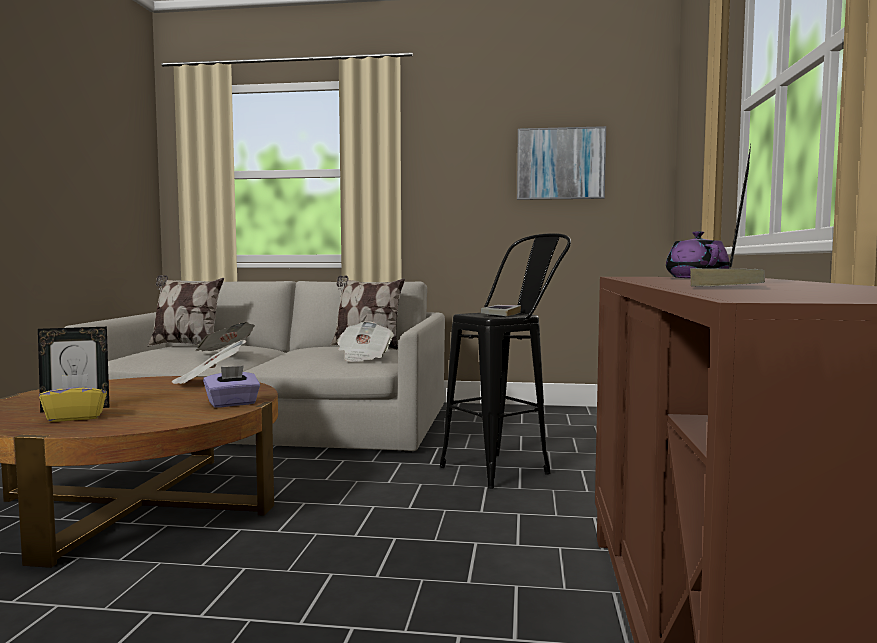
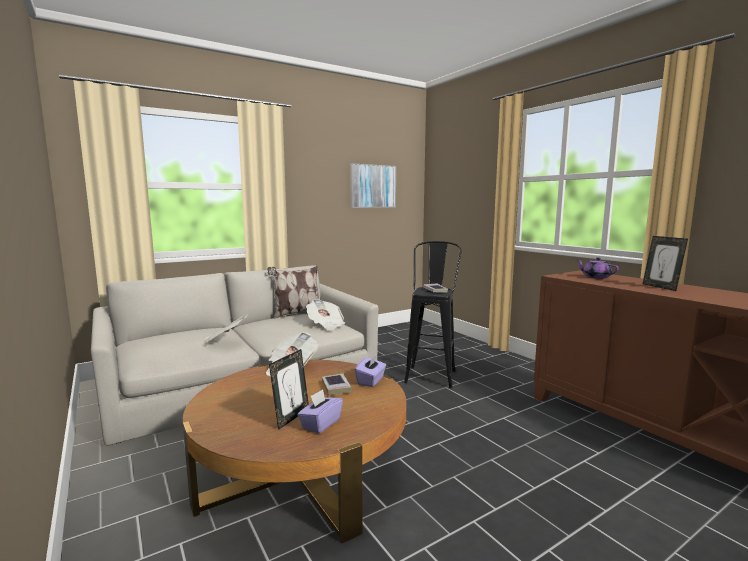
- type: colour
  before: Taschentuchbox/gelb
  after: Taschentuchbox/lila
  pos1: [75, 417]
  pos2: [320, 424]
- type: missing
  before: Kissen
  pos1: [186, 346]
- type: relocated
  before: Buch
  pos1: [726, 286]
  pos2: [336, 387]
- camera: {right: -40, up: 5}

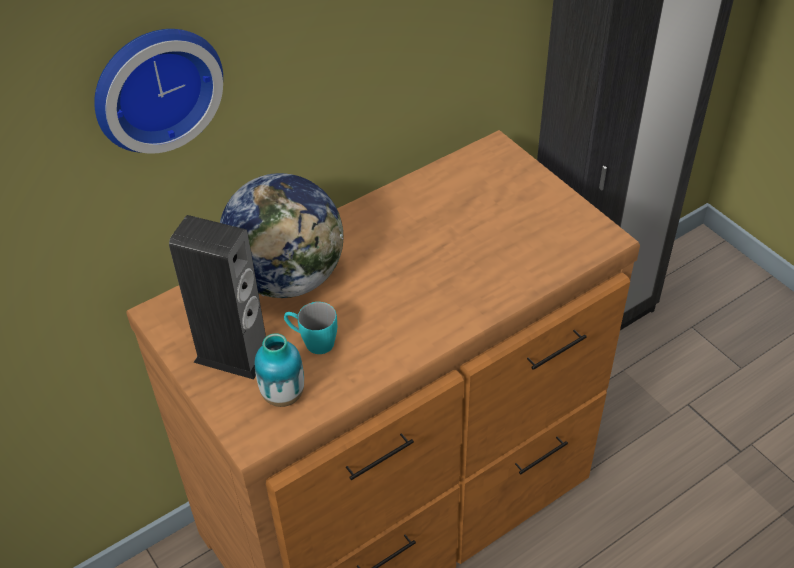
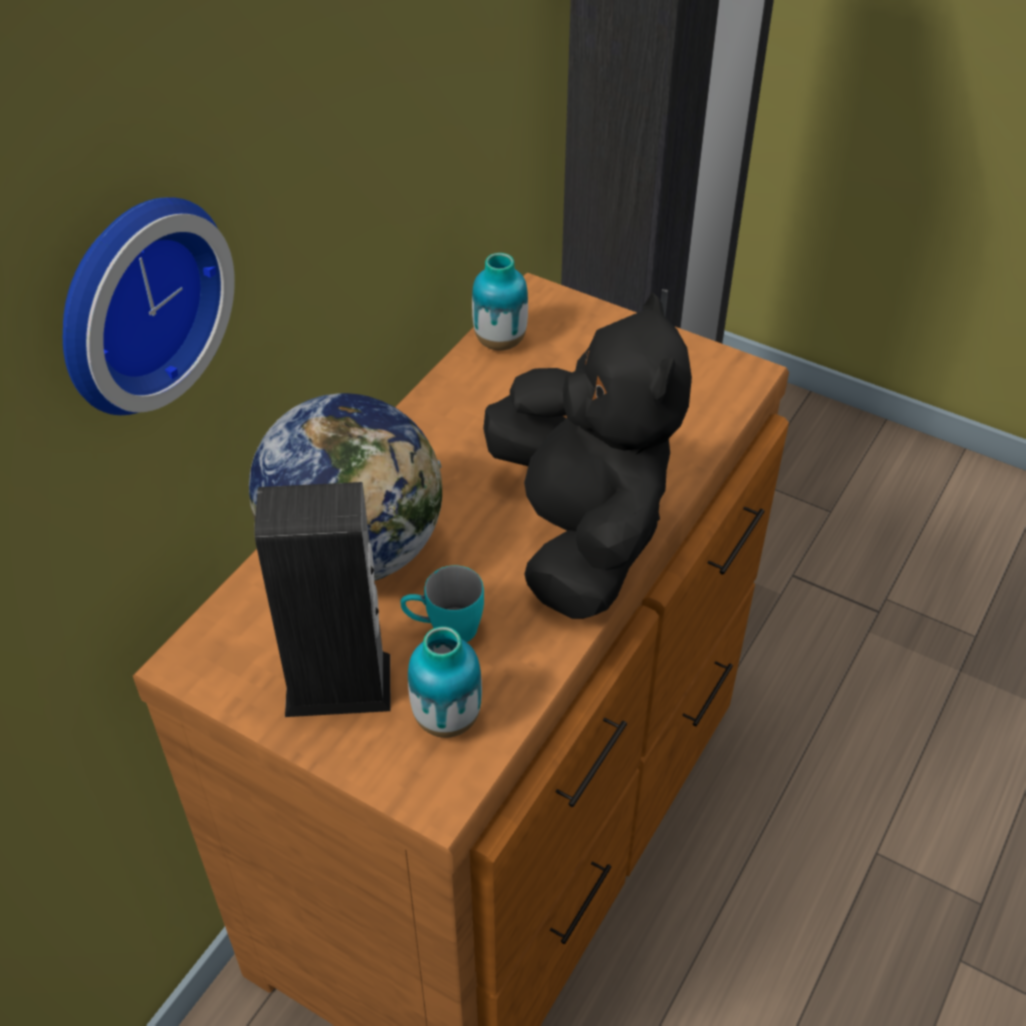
- type: appeared
  after: Vase
  pos2: [500, 341]
- type: appeared
  after: Plüschtier/schwarz
  pos2: [581, 534]
- camera: {right: -25, up: 0}

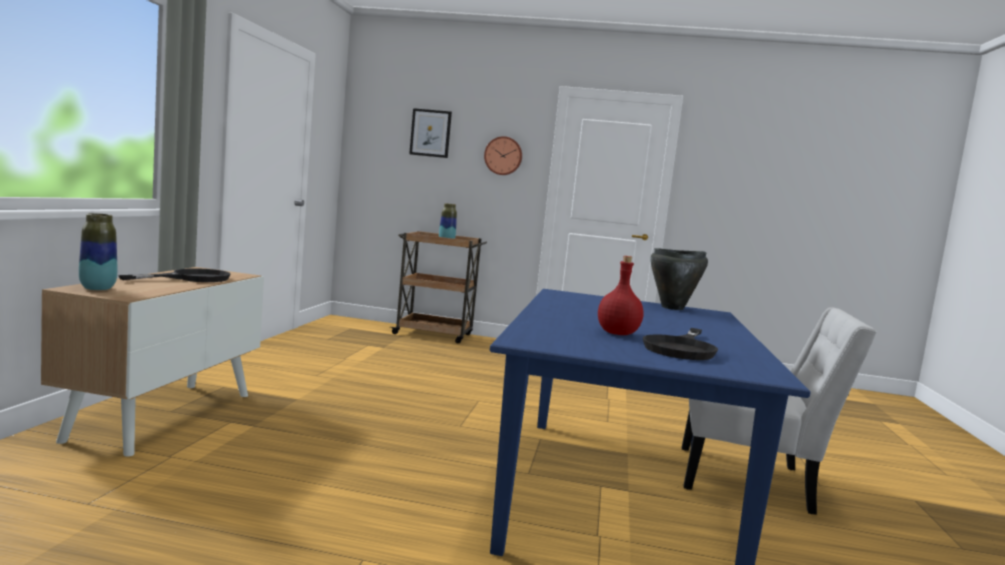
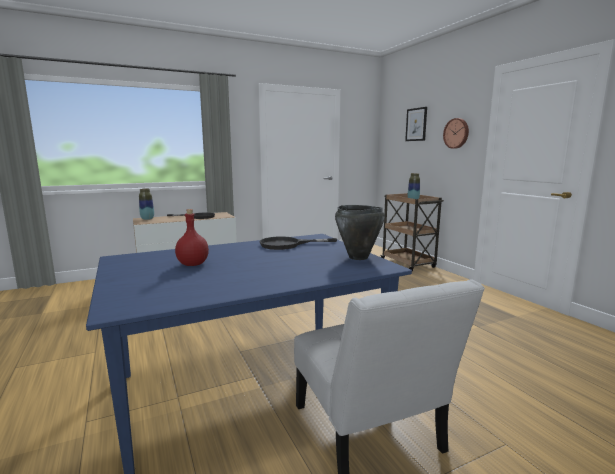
- type: relocated
  before: Pfanne/schwarz
  pos1: [681, 348]
  pos2: [287, 244]
- camera: {right: 55, up: 5}

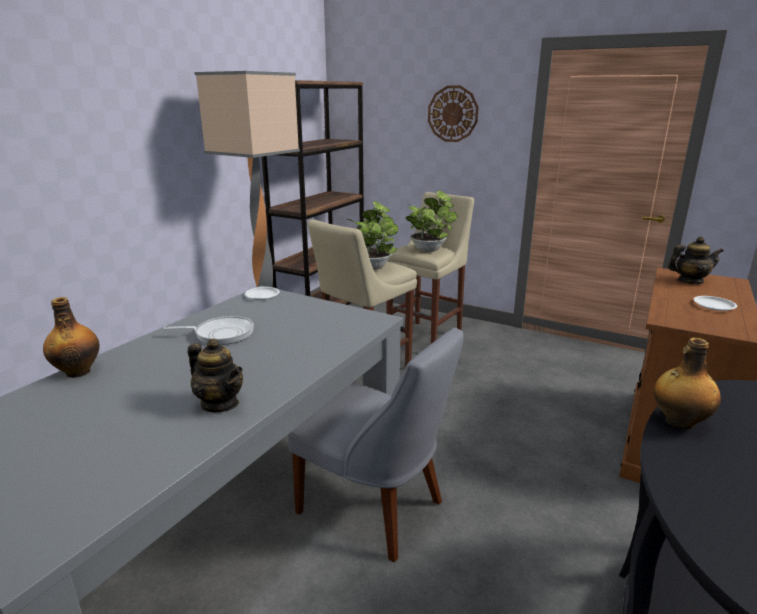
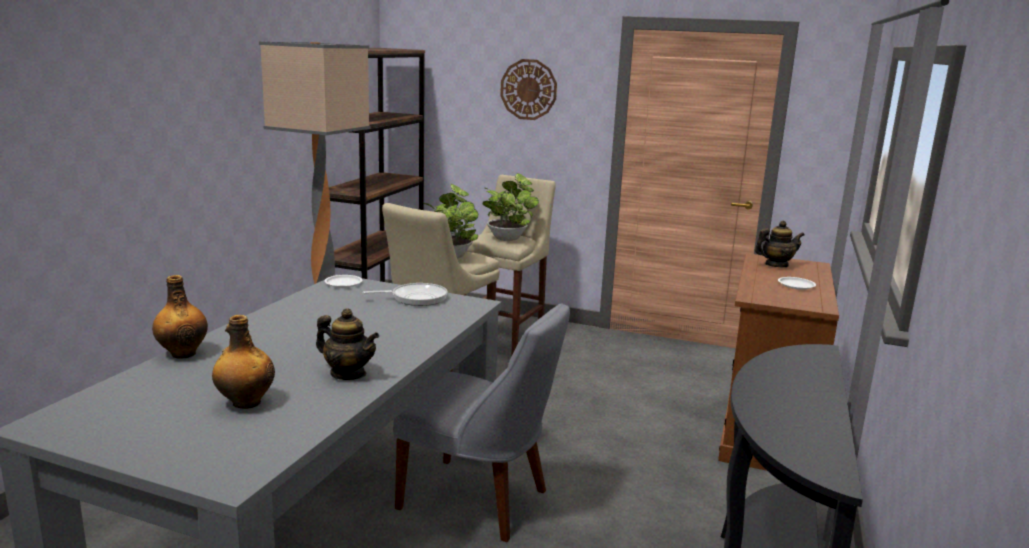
- type: relocated
  before: Pfanne
  pos1: [221, 334]
  pos2: [415, 298]
- type: relocated
  before: Flasche
  pos1: [678, 422]
  pos2: [245, 403]
- camera: {right: -10, up: -5}

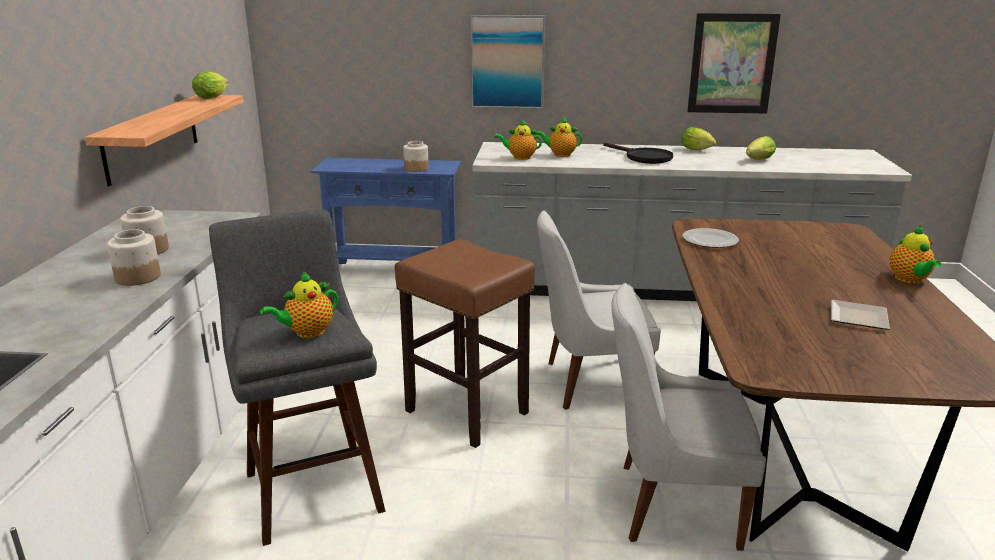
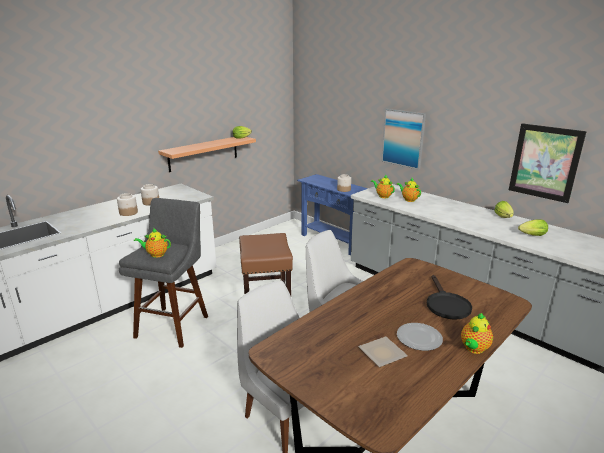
- type: relocated
  before: Pfanne/schwarz
  pos1: [643, 157]
  pos2: [446, 304]
- type: relocated
  before: Teller
  pos1: [710, 241]
  pos2: [418, 338]
- camera: {right: 40, up: 0}

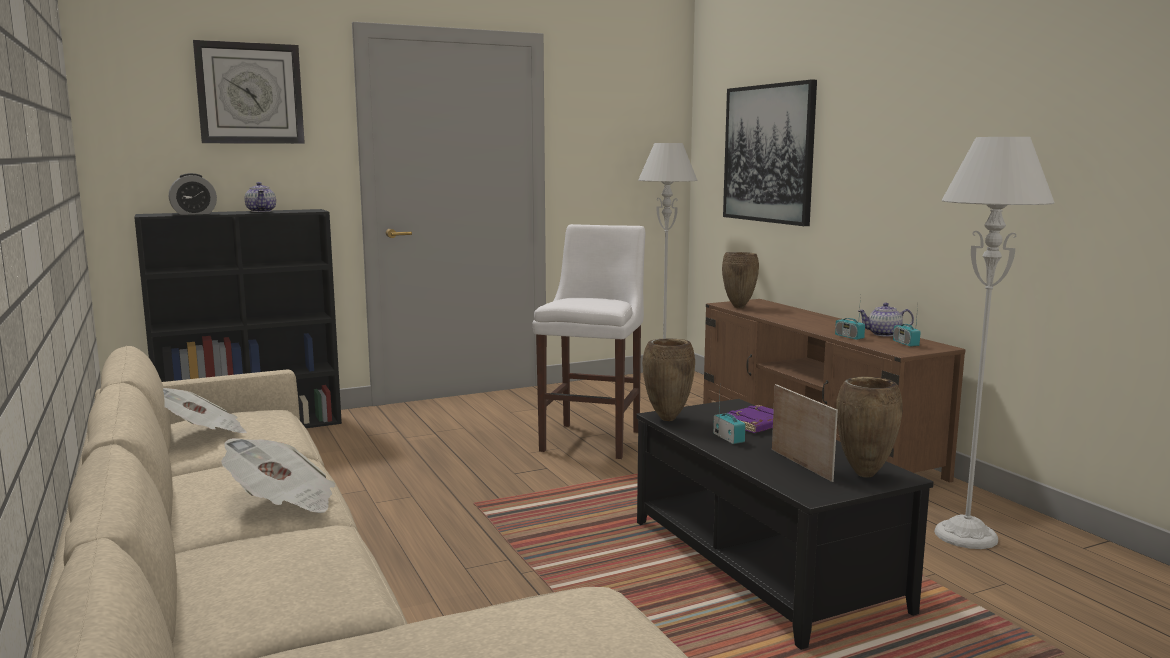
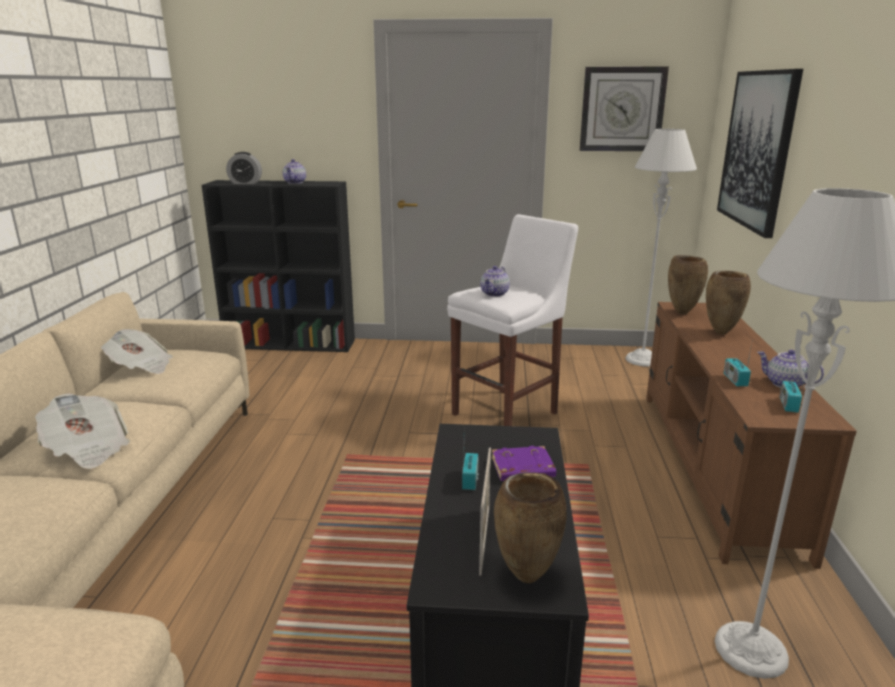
- type: relocated
  before: Wanduhr
  pos1: [250, 93]
  pos2: [622, 109]
- type: relocated
  before: Vase/braun
  pos1: [667, 419]
  pos2: [720, 332]
- type: appeared
  after: Teekanne
  pos2: [495, 294]
- camera: {right: 30, up: 10}

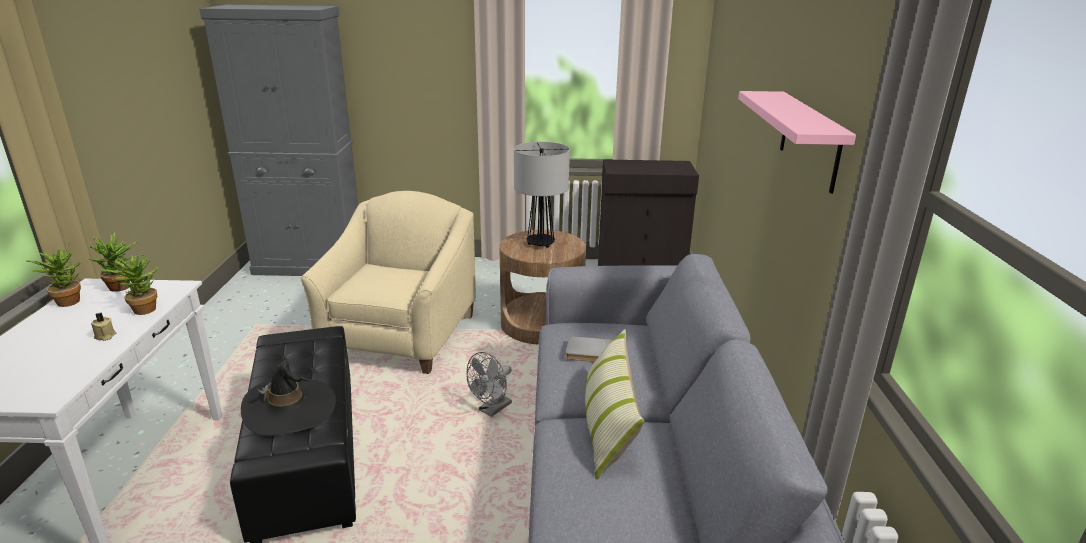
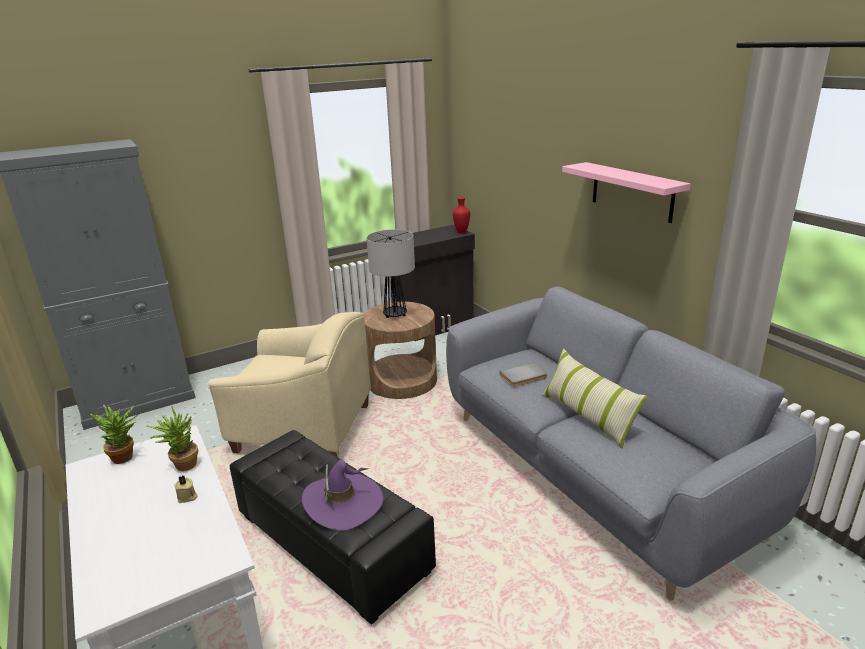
- type: missing
  before: Topfpflanze
  pos1: [67, 301]
- type: colour
  before: Hut/schwarz
  after: Hut/lila
  pos1: [290, 409]
  pos2: [343, 502]
- type: spun
  before: Sessel/beige
  pos1: [401, 337]
  pos2: [303, 430]
  turn: 120
- type: missing
  before: Ventilator/grau
  pos1: [491, 410]
- type: appeared
  after: Vase/rot
  pos2: [461, 232]
- camera: {right: -30, up: 0}

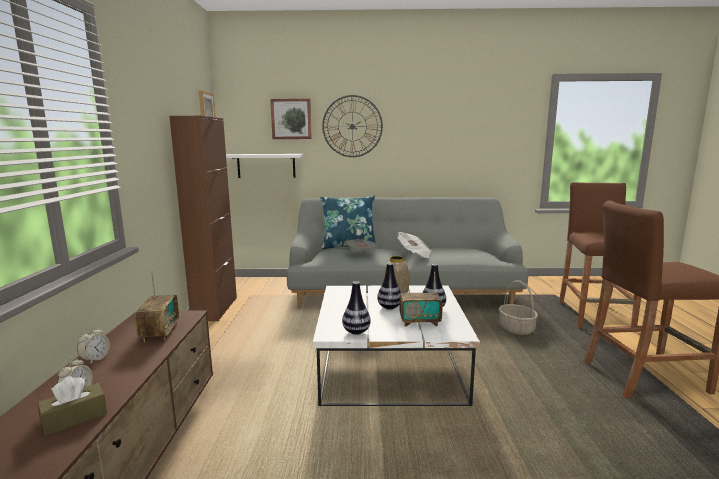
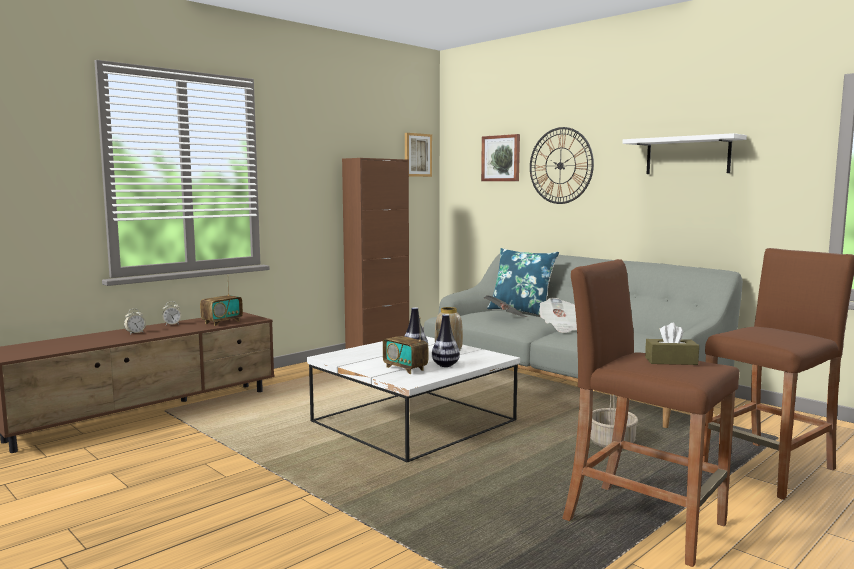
- type: relocated
  before: Taschentuchbox/braun
  pos1: [74, 418]
  pos2: [671, 361]
- type: relocated
  before: Wandregal/weiß
  pos1: [266, 165]
  pos2: [687, 155]
- type: missing
  before: Vase
  pos1: [356, 332]
- camera: {right: 45, up: -5}

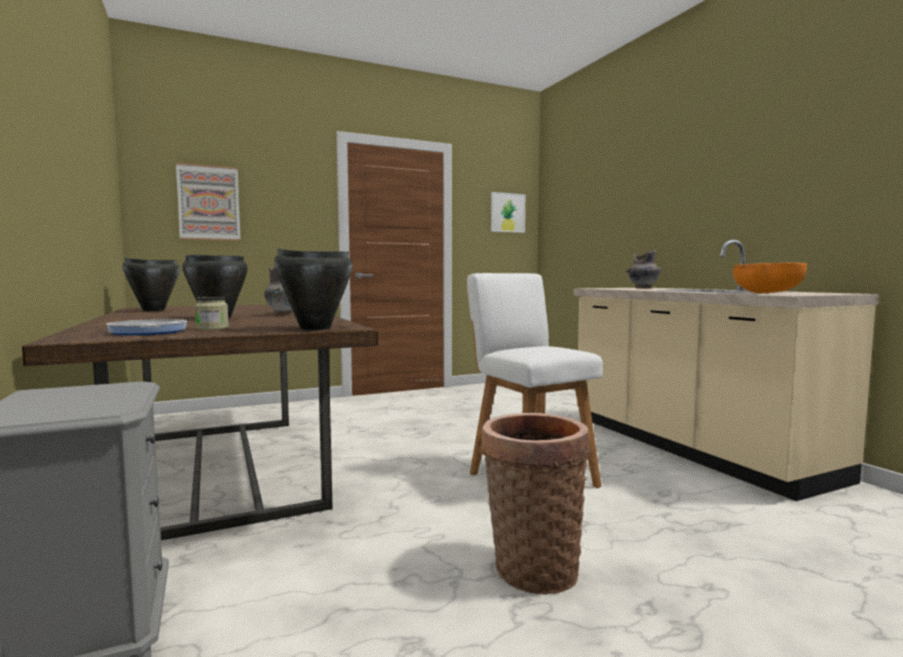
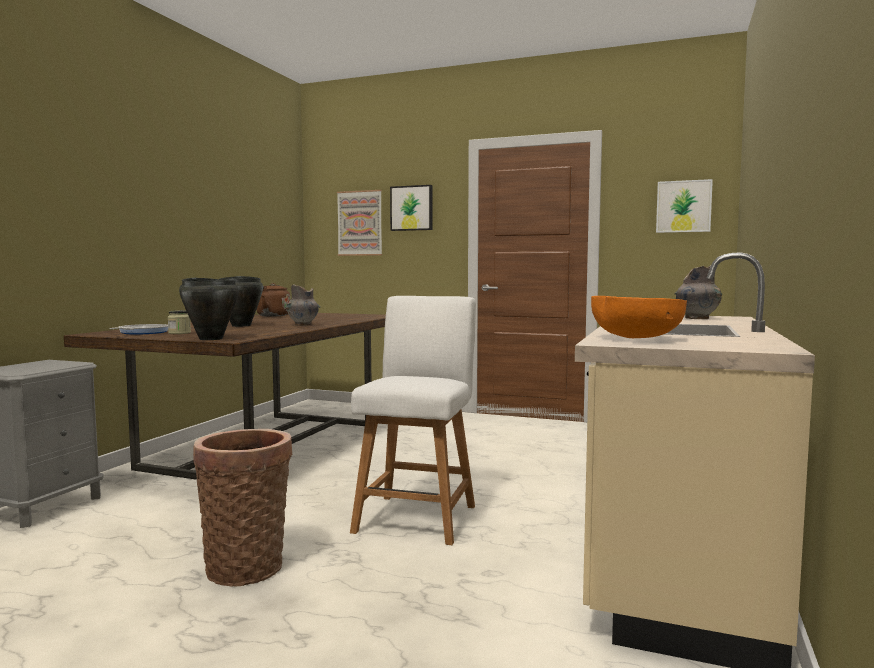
- type: exchanged
  before: Kochtopf/schwarz
  after: Wasserkessel/braun
  pos1: [153, 310]
  pos2: [270, 315]
- type: appeared
  after: Bild
  pos2: [412, 208]
- camera: {right: 45, up: 0}

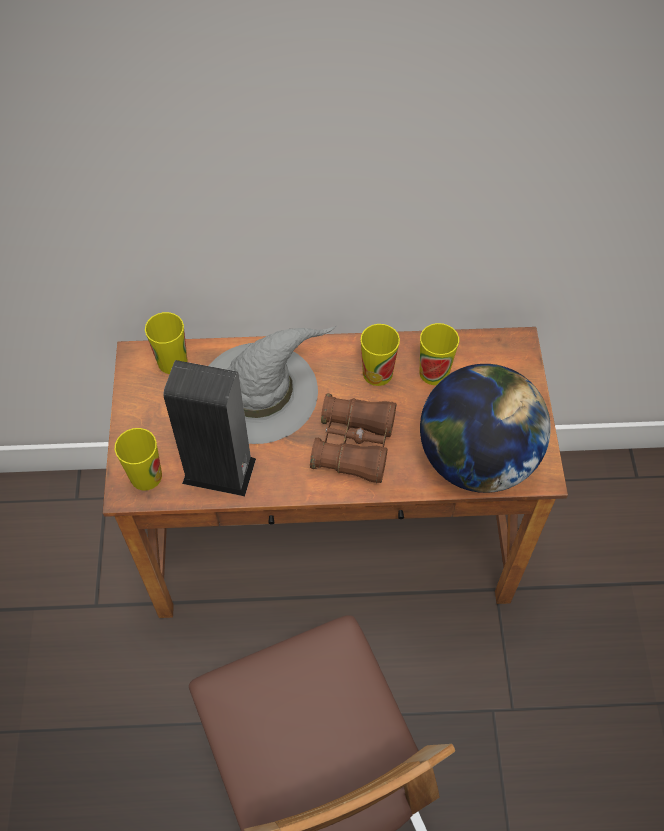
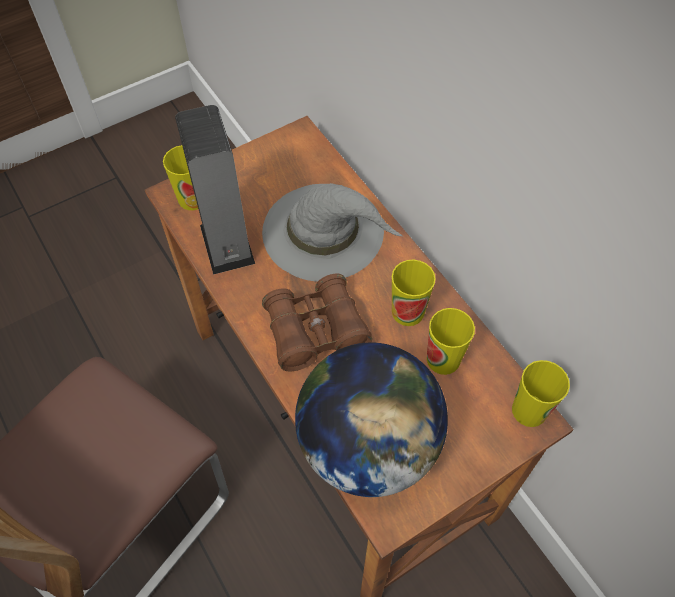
- type: relocated
  before: Tasse
  pos1: [172, 362]
  pos2: [529, 410]
- camera: {right: 60, up: 0}

